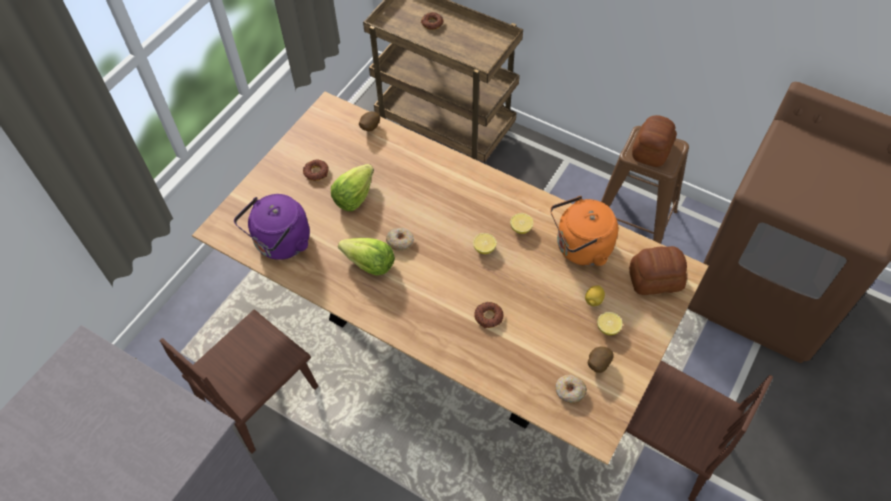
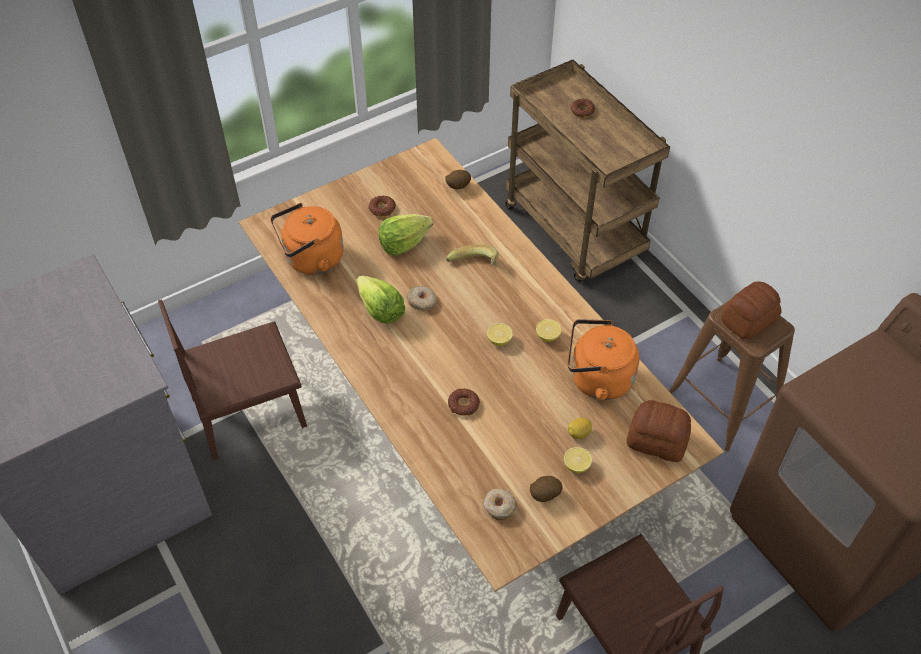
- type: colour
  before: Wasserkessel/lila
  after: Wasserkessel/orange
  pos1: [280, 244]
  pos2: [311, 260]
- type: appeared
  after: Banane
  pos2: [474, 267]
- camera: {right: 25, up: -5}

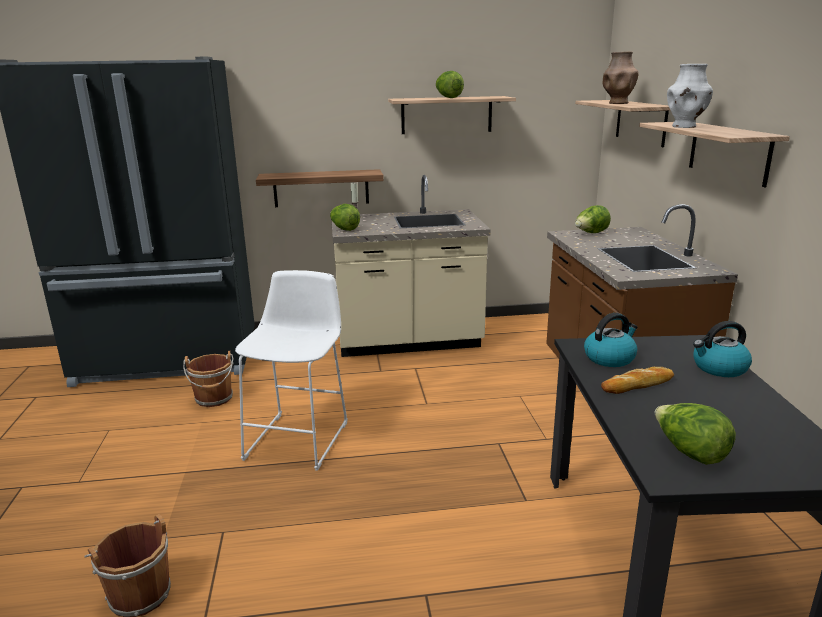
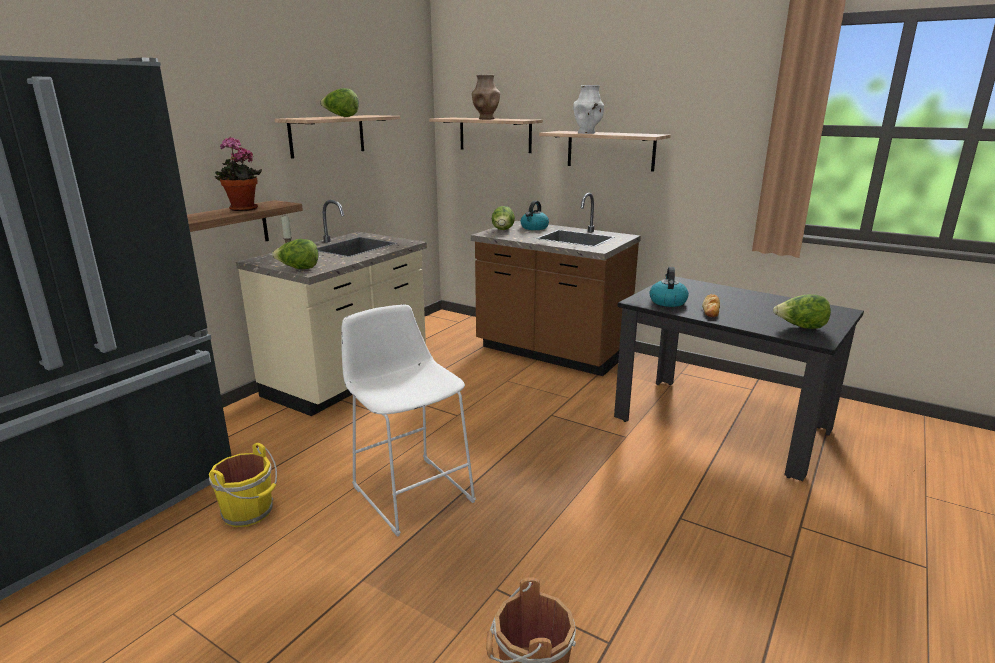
- type: colour
  before: Eimer/braun
  after: Eimer/gelb
  pos1: [214, 399]
  pos2: [250, 512]
- type: relocated
  before: Wasserkessel
  pos1: [719, 368]
  pos2: [534, 228]
- type: appeared
  after: Topfpflanze
  pos2: [242, 209]
- camera: {right: -50, up: 0}

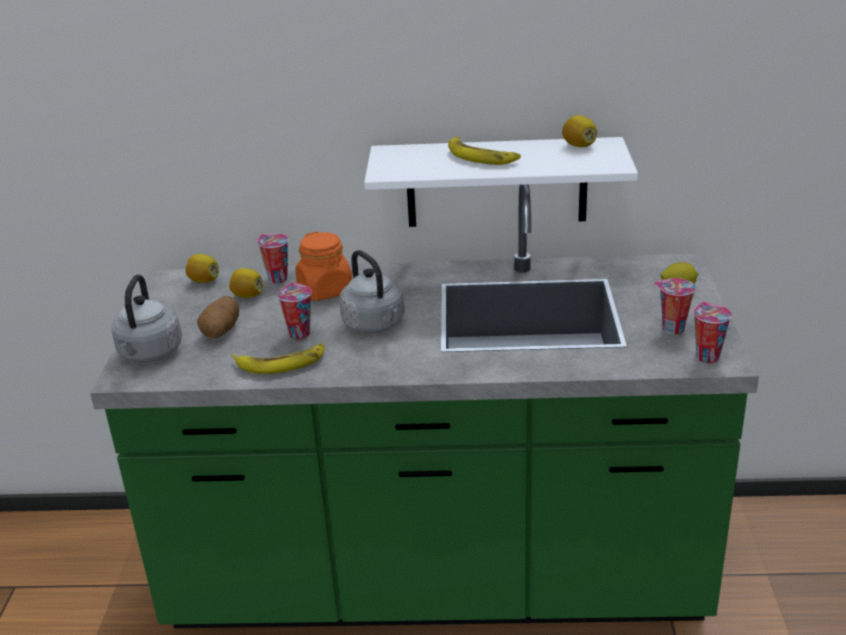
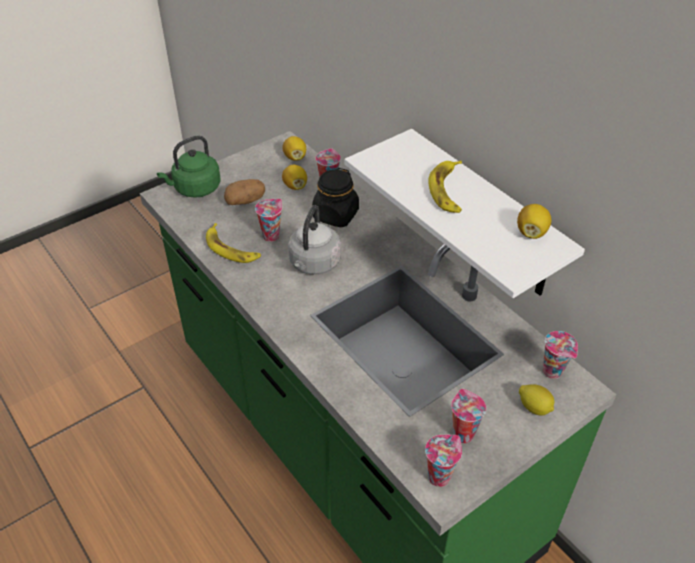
- type: colour
  before: Wasserkessel/grau
  after: Wasserkessel/grün
  pos1: [149, 354]
  pos2: [195, 189]
- type: colour
  before: Vorratsglas/orange
  after: Vorratsglas/schwarz
  pos1: [325, 290]
  pos2: [335, 215]
- type: appeared
  after: Tasse
  pos2: [554, 372]
- camera: {right: 50, up: 15}

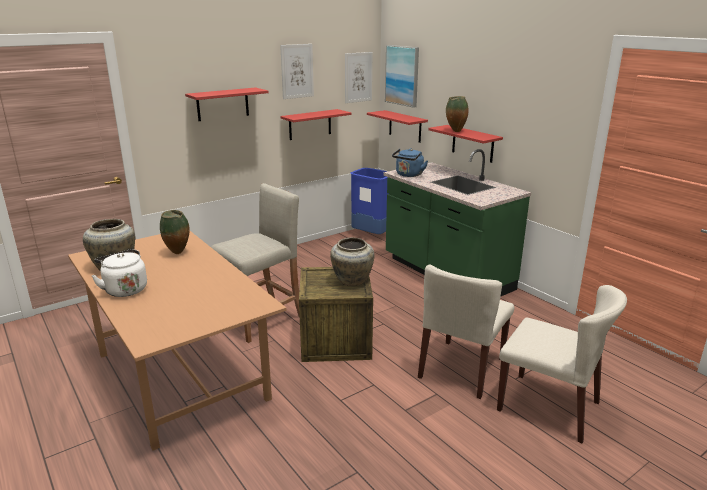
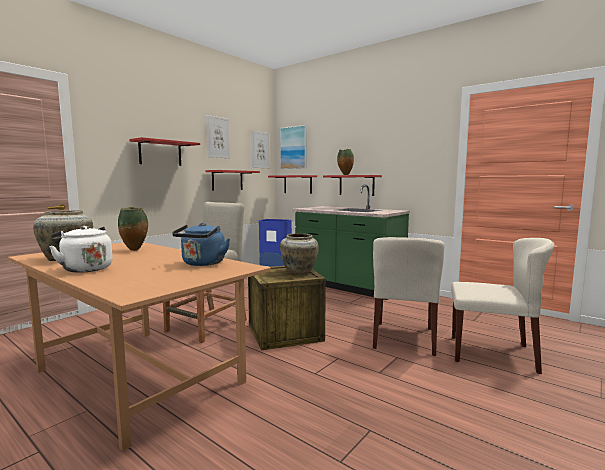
- type: relocated
  before: Wasserkessel/blau
  pos1: [408, 175]
  pos2: [202, 264]
- camera: {right: -15, up: -15}

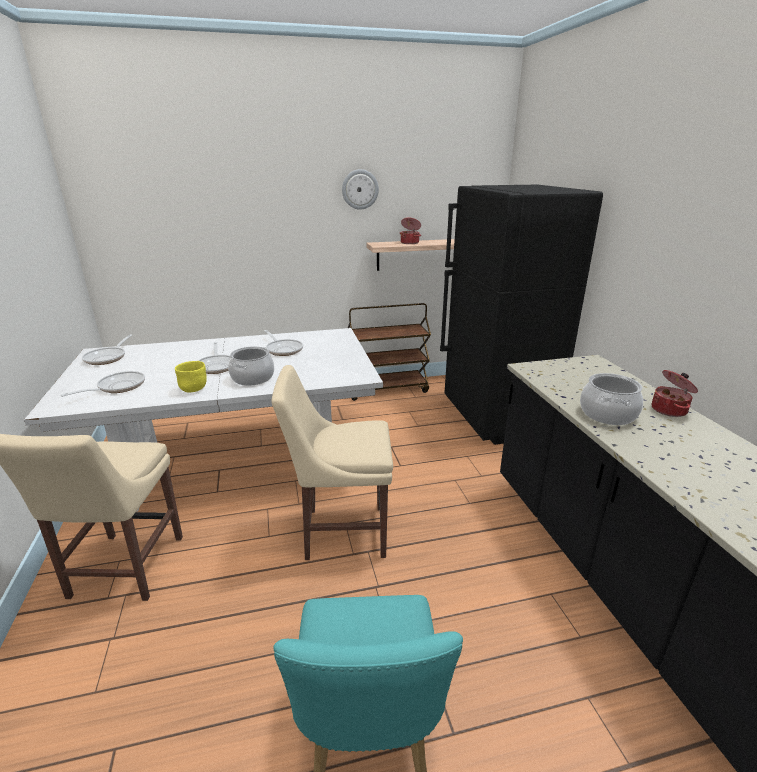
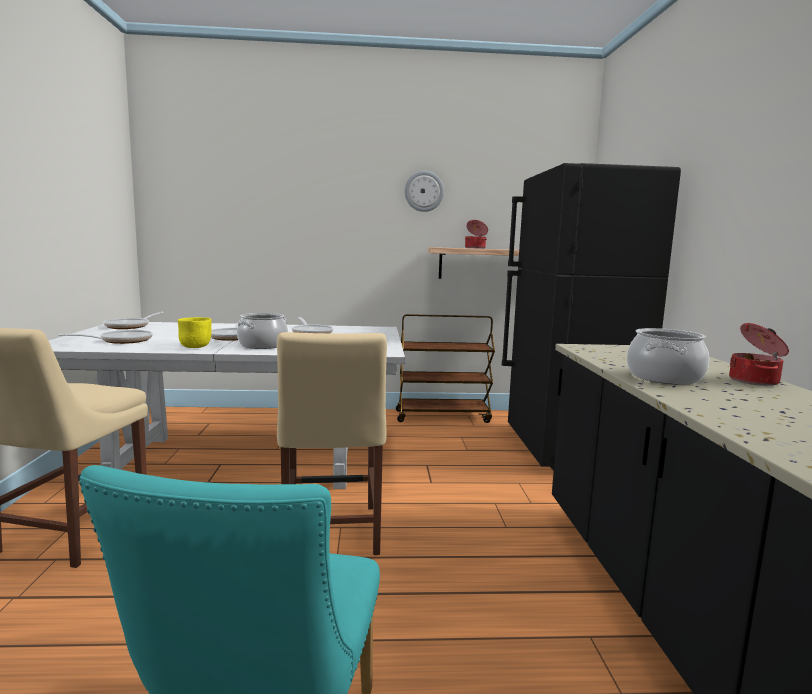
- type: spun
  before: Stuhl/beige
  pos1: [340, 531]
  pos2: [331, 534]
  turn: -105
- camera: {right: 10, up: -15}

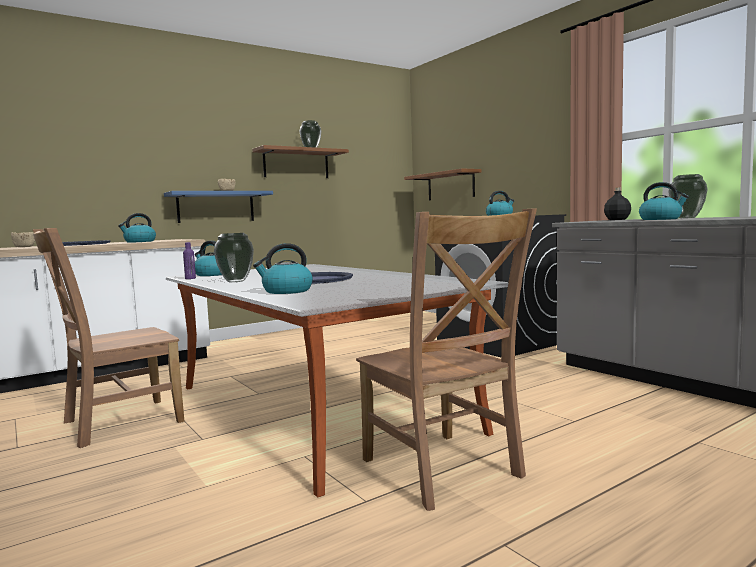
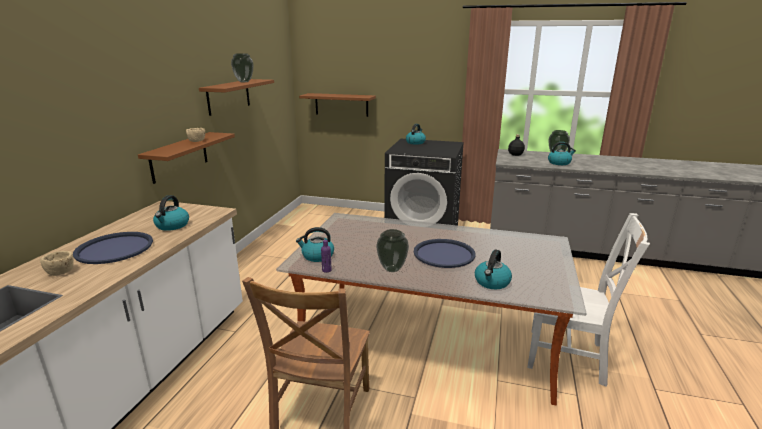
- type: colour
  before: Wandregal/blau
  after: Wandregal/braun
  pos1: [216, 207]
  pos2: [179, 157]
- type: colour
  before: Stuhl/braun
  after: Stuhl/weiß
  pos1: [443, 471]
  pos2: [570, 357]
- camera: {right: -40, up: 15}

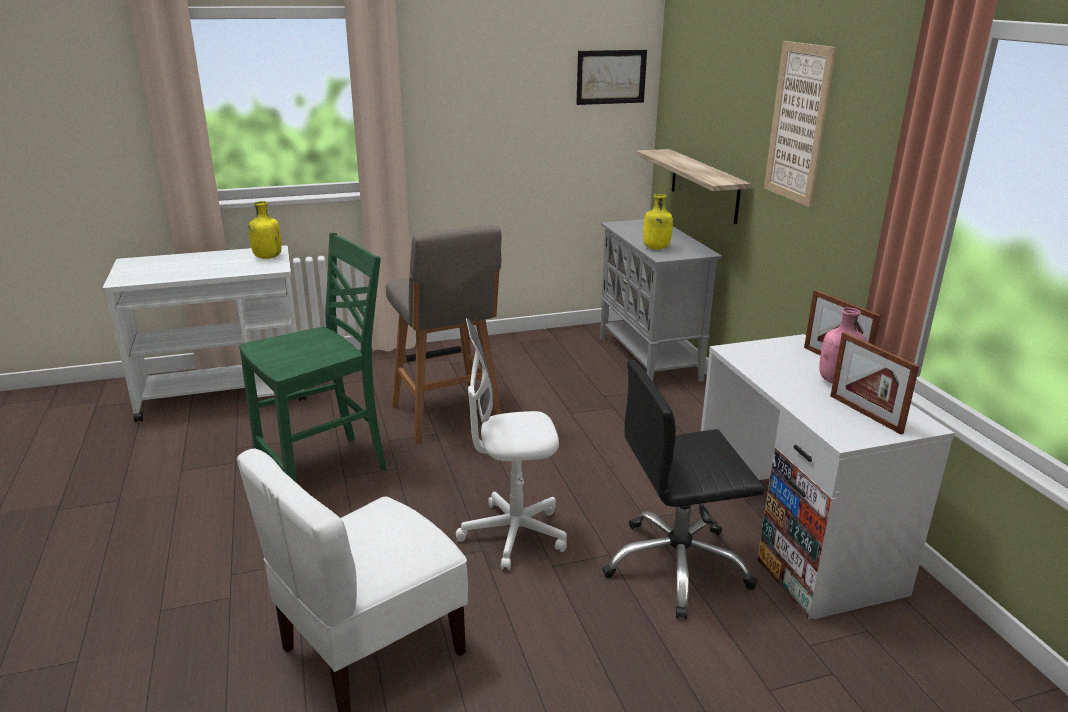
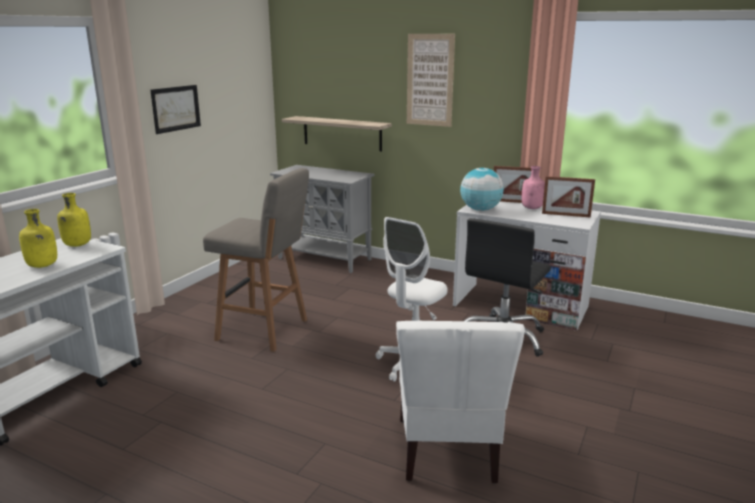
- type: missing
  before: Stuhl/grün
  pos1: [326, 468]
- type: relocated
  before: Bild
  pos1: [611, 77]
  pos2: [176, 108]
- type: relocated
  before: Flasche/gelb
  pos1: [656, 248]
  pos2: [42, 266]
- type: appeared
  after: Globus
  pos2: [480, 209]
- camera: {right: -45, up: -5}

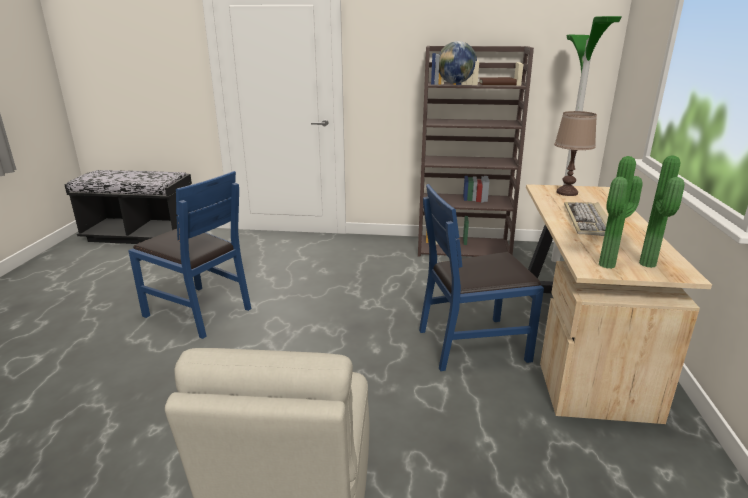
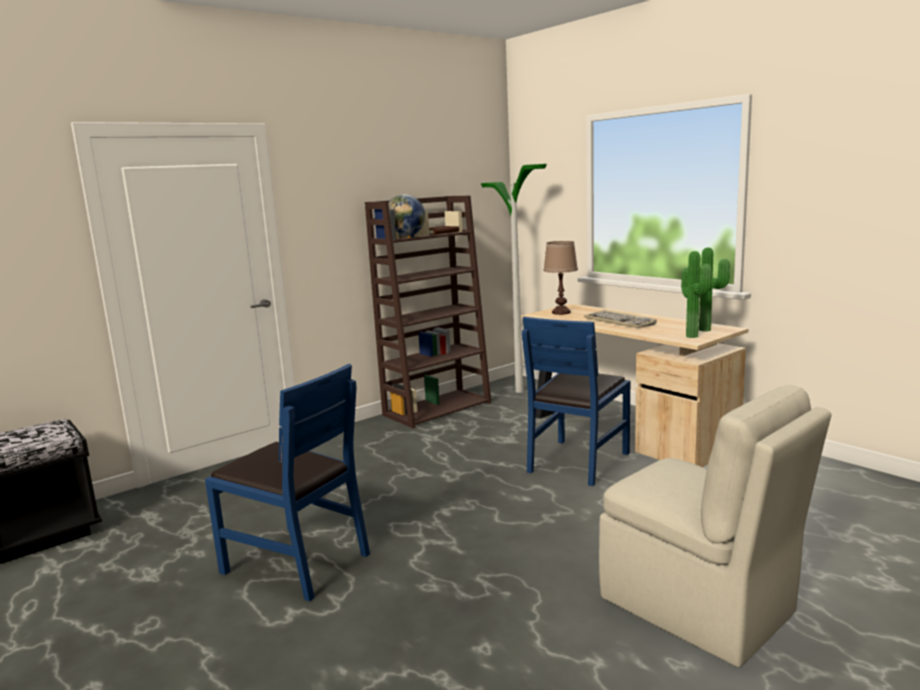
- type: spun
  before: Stuhl/blau
  pos1: [198, 311]
  pos2: [297, 562]
  turn: 45
- camera: {right: -45, up: -10}

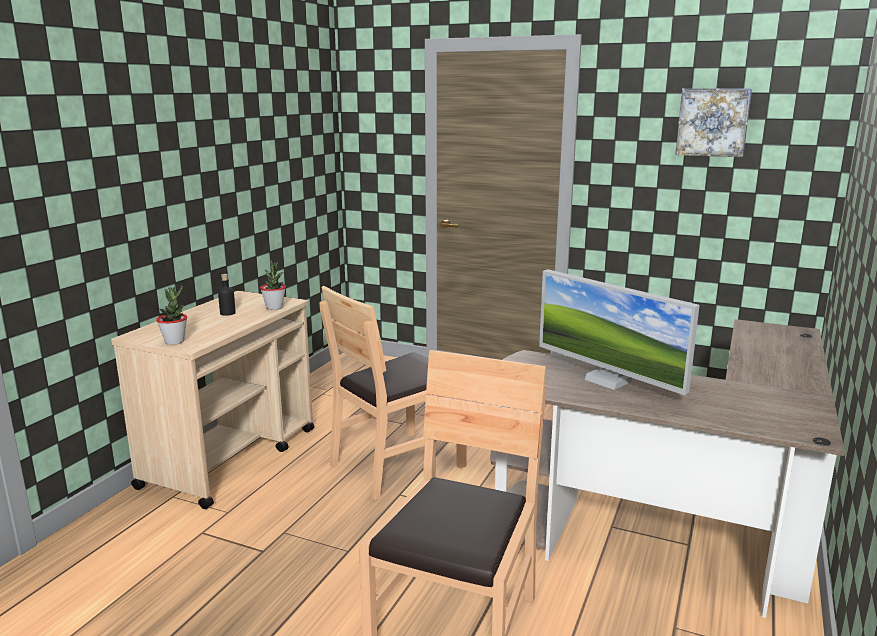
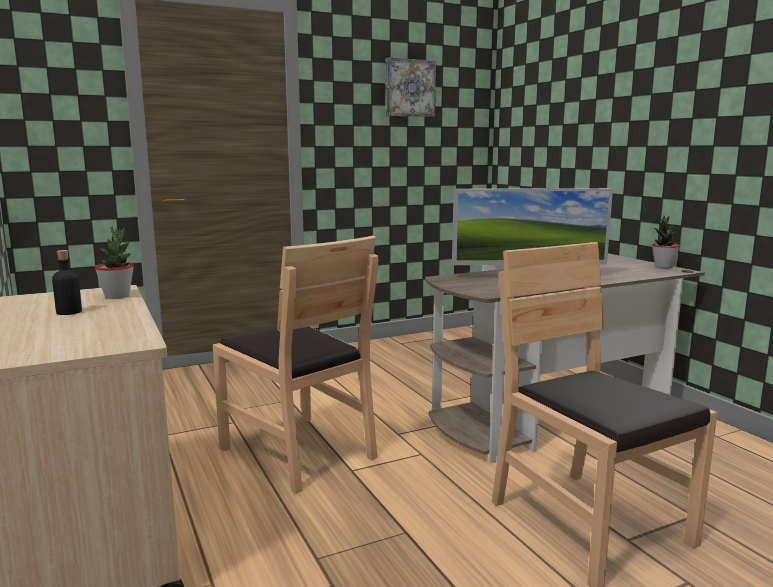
- type: relocated
  before: Topfpflanze
  pos1: [174, 341]
  pos2: [663, 267]
- type: spun
  before: Stuhl/braun
  pos1: [396, 464]
  pos2: [298, 451]
  turn: -45
- camera: {right: -50, up: -5}

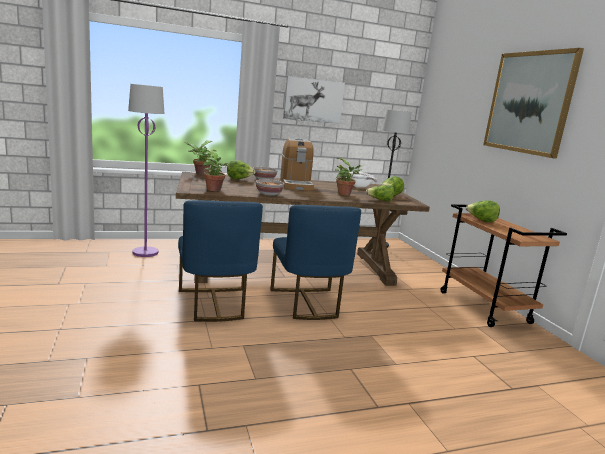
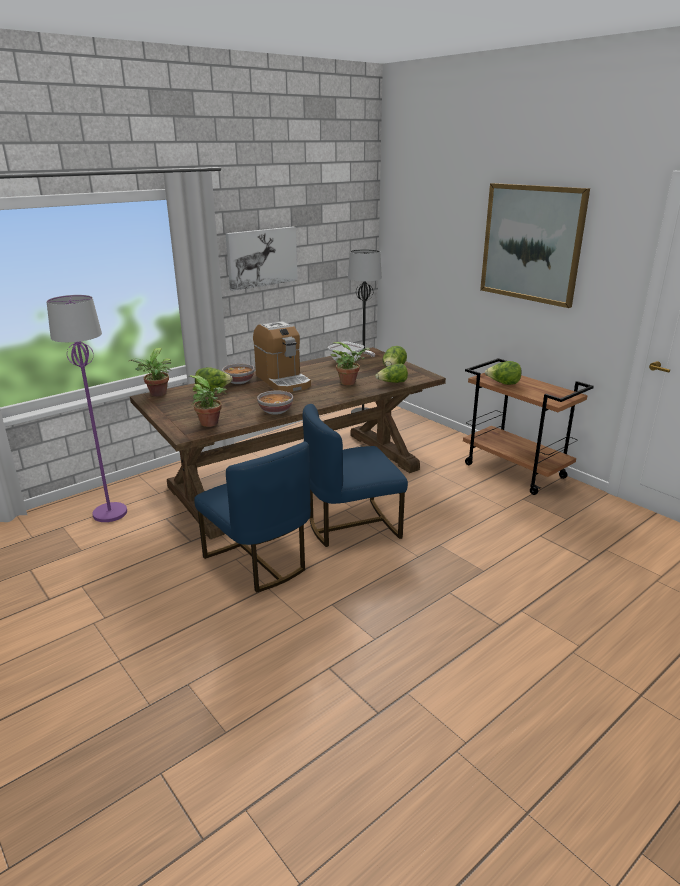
- type: spun
  before: Stuhl/blau
  pos1: [307, 303]
  pos2: [352, 525]
  turn: 105
- camera: {right: -20, up: 10}

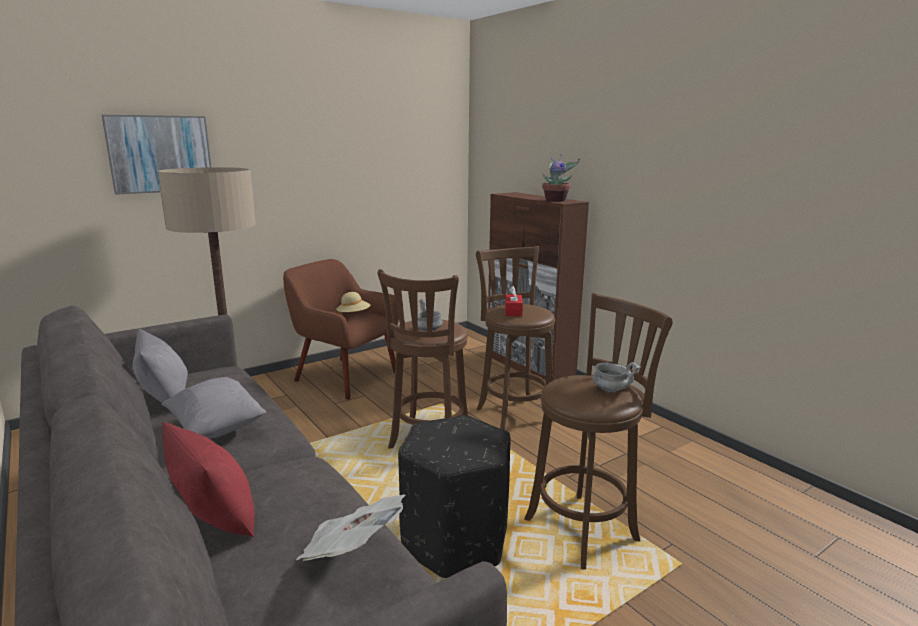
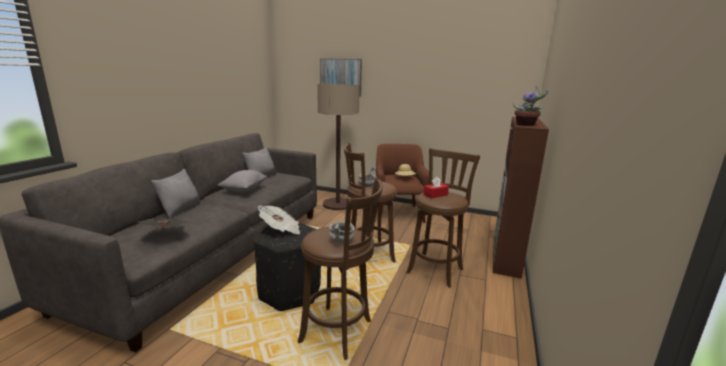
- type: colour
  before: Kissen/rot
  after: Kissen/grau
  pos1: [215, 518]
  pos2: [180, 209]
- type: appeared
  after: Zeitung
  pos2: [280, 230]
- camera: {right: 55, up: 0}

